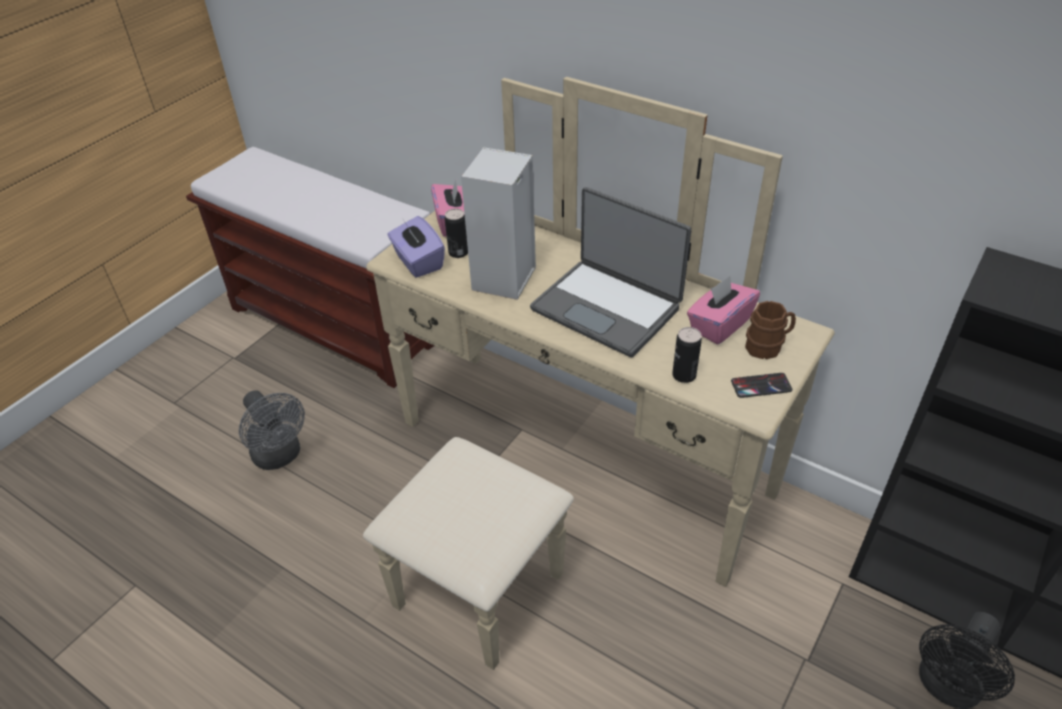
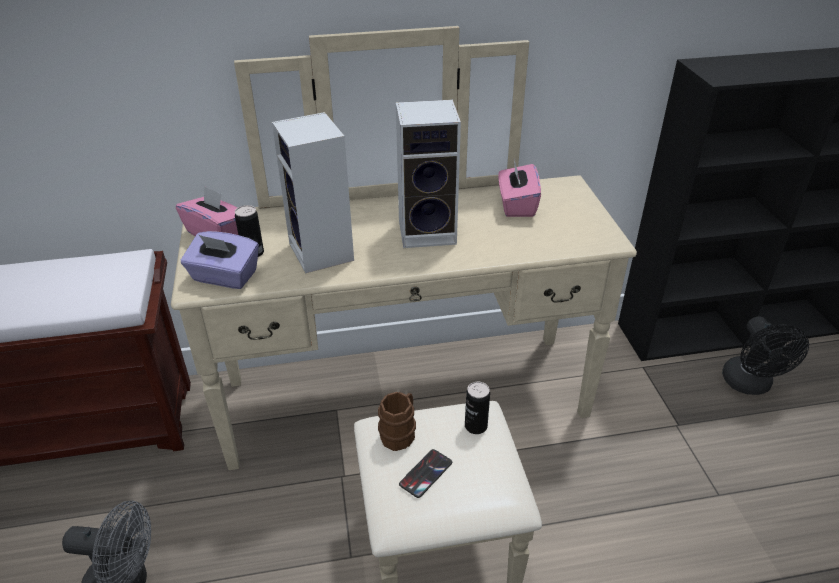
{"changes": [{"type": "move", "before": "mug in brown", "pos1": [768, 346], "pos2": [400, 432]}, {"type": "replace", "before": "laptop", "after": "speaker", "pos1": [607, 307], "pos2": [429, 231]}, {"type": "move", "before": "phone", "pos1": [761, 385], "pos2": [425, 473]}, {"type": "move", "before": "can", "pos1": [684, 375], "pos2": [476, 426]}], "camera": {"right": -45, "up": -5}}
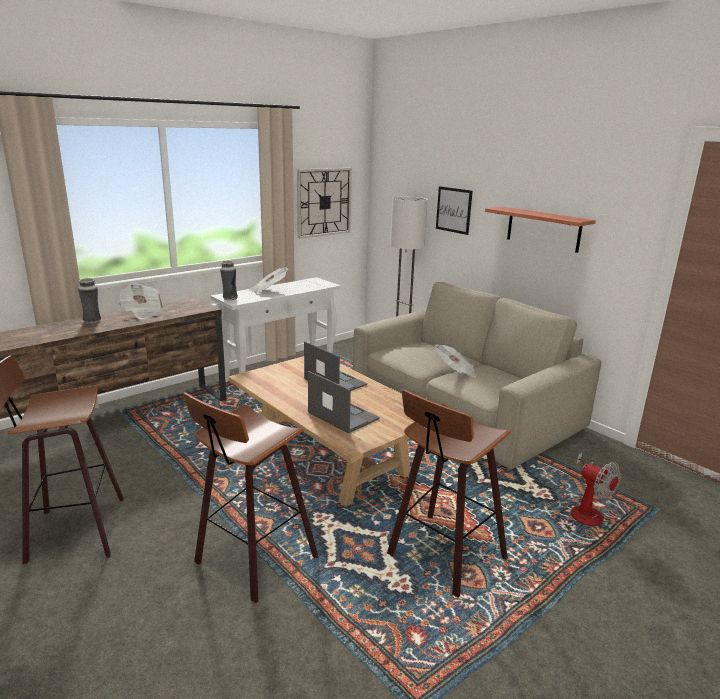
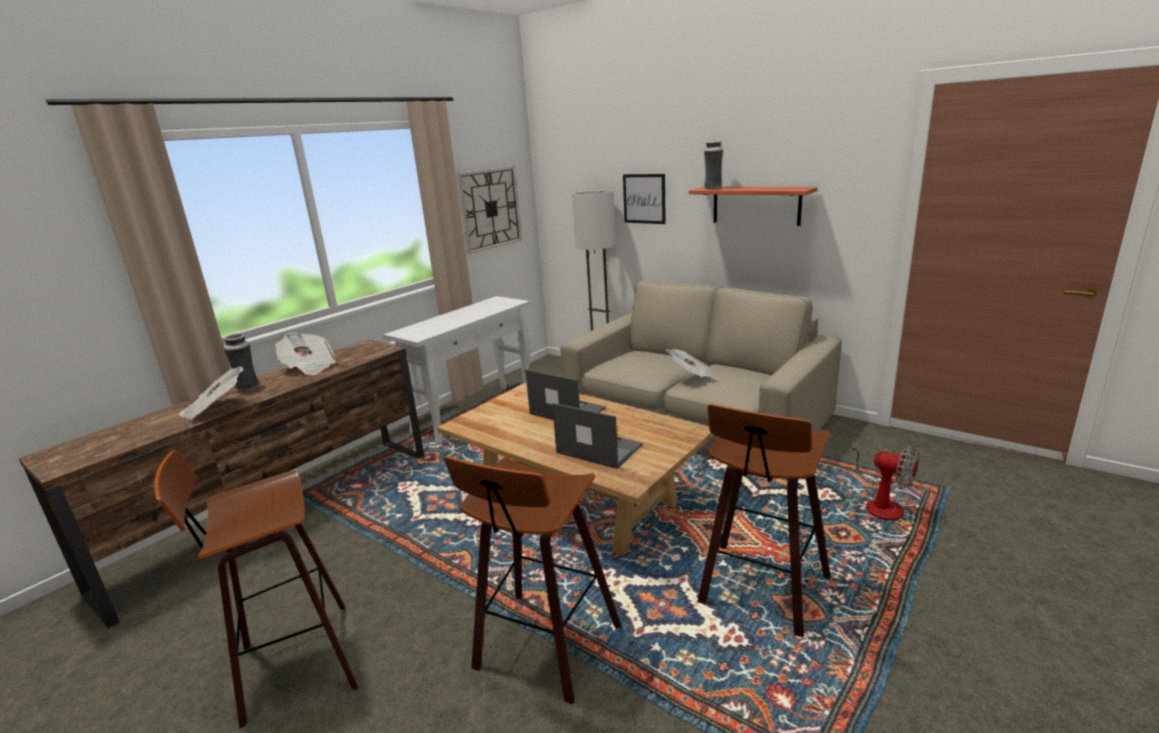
{"changes": [{"type": "move", "before": "newspaper", "pos1": [268, 290], "pos2": [215, 409]}, {"type": "move", "before": "vase", "pos1": [229, 298], "pos2": [713, 188]}], "camera": {"right": -10, "up": 0}}
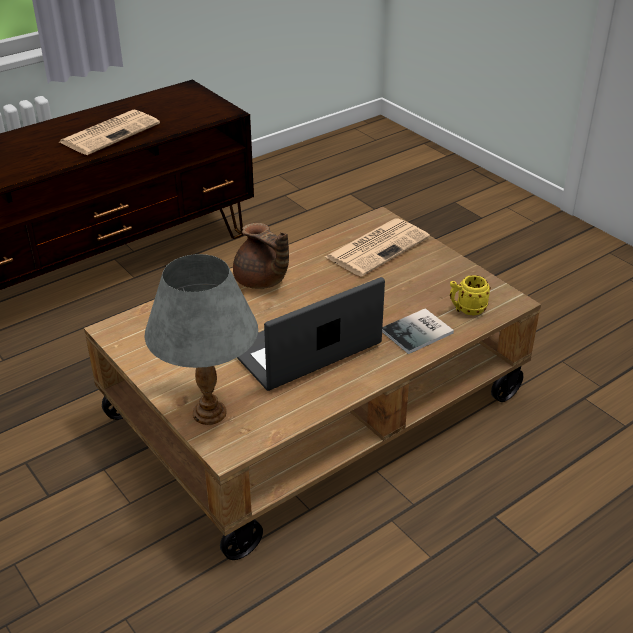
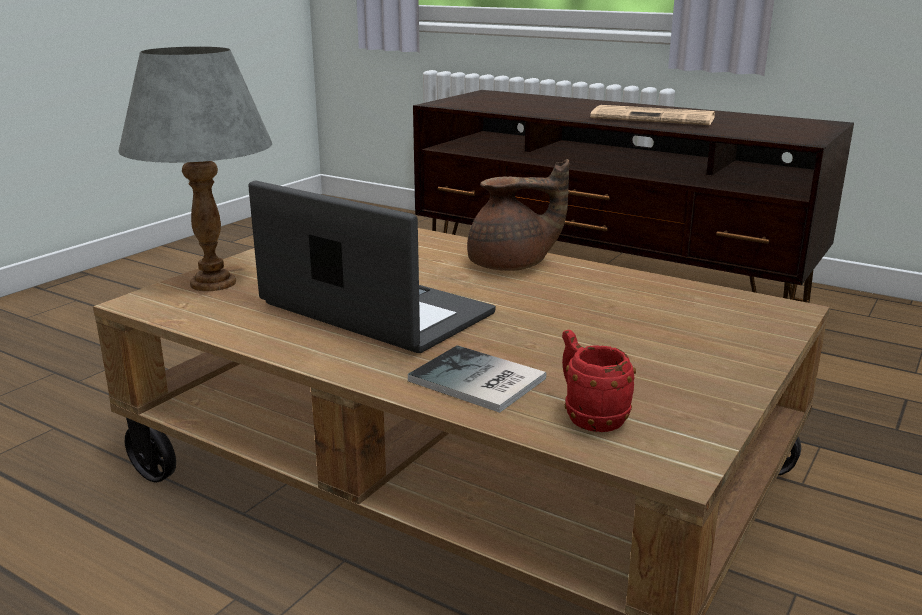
{"changes": [{"type": "rotate", "before": "teapot in brown", "pos1": [261, 281], "pos2": [511, 265], "turn": -120}, {"type": "recolor", "before": "mug in yellow", "after": "mug in red", "pos1": [466, 310], "pos2": [589, 416]}, {"type": "delete", "before": "newspaper", "pos1": [378, 247]}], "camera": {"right": 70, "up": -15}}
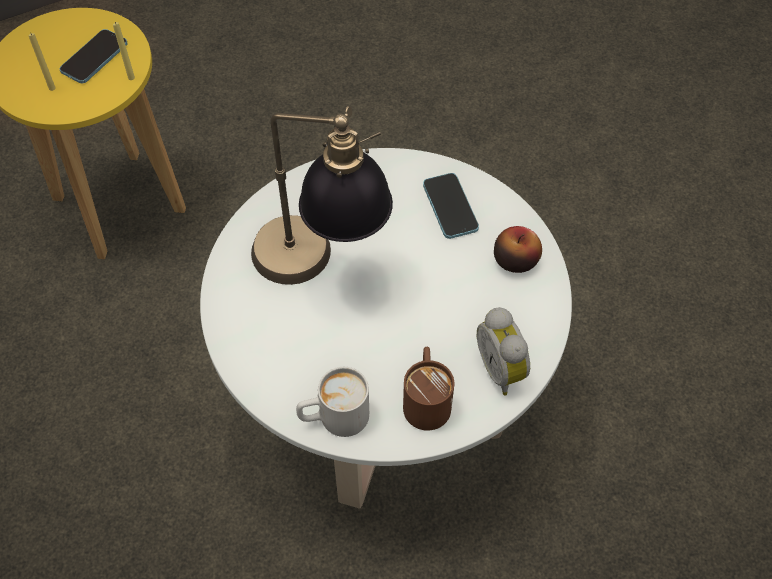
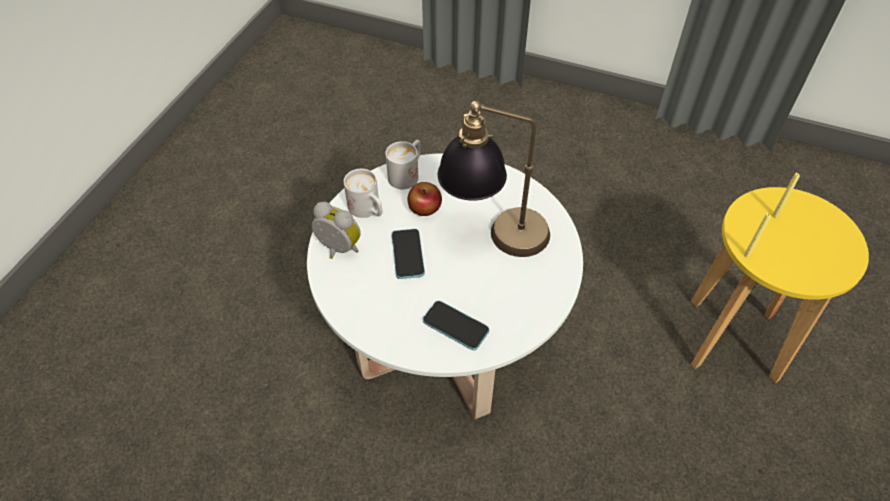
{"changes": [{"type": "recolor", "before": "mug in brown", "after": "mug in white", "pos1": [426, 398], "pos2": [368, 210]}, {"type": "move", "before": "phone", "pos1": [94, 58], "pos2": [407, 254]}, {"type": "move", "before": "apple", "pos1": [515, 260], "pos2": [425, 208]}], "camera": {"right": 140, "up": -5}}
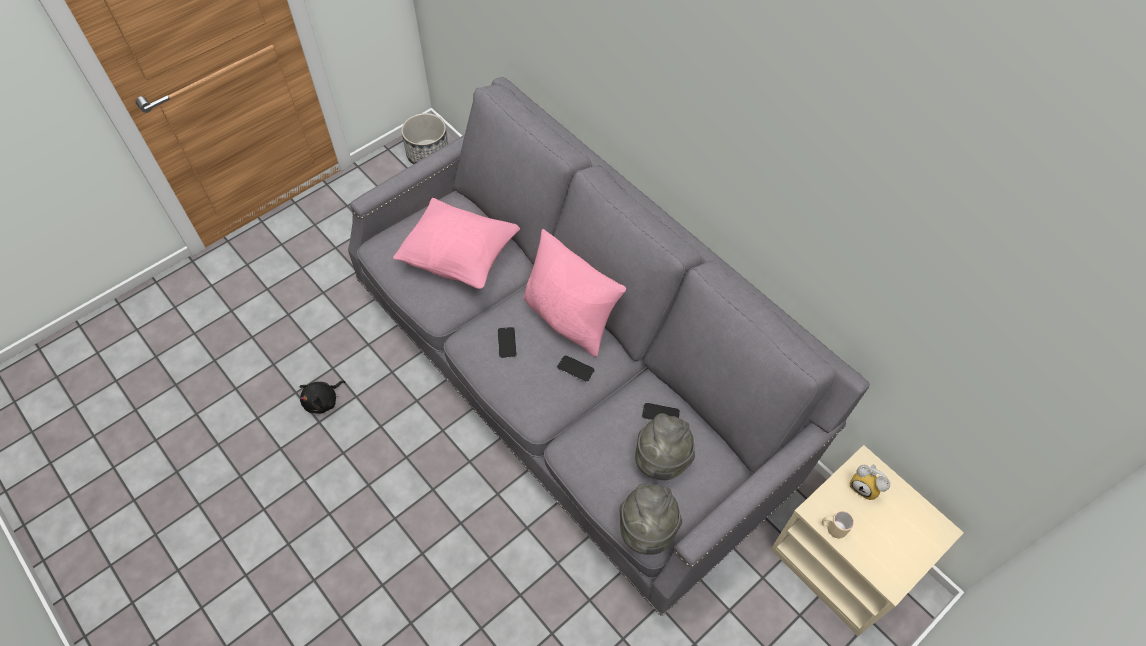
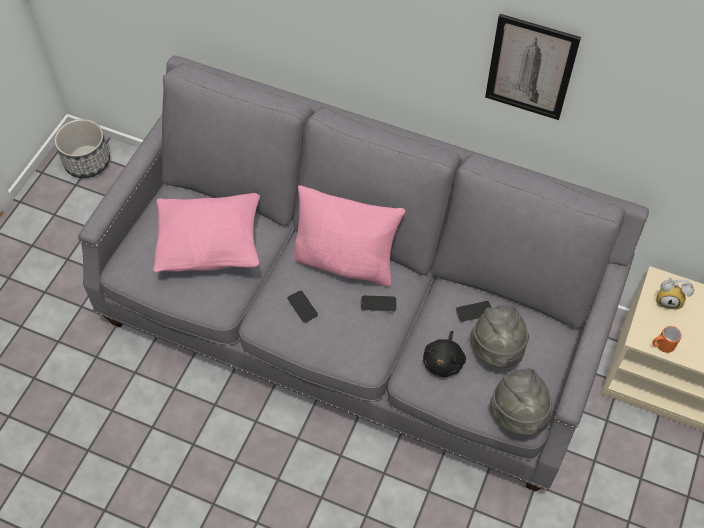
{"changes": [{"type": "move", "before": "plush toy in black", "pos1": [323, 401], "pos2": [444, 361]}, {"type": "insert", "after": "picture", "pos2": [530, 67]}, {"type": "recolor", "before": "mug in beige", "after": "mug in orange", "pos1": [832, 528], "pos2": [662, 346]}], "camera": {"right": -25, "up": 0}}
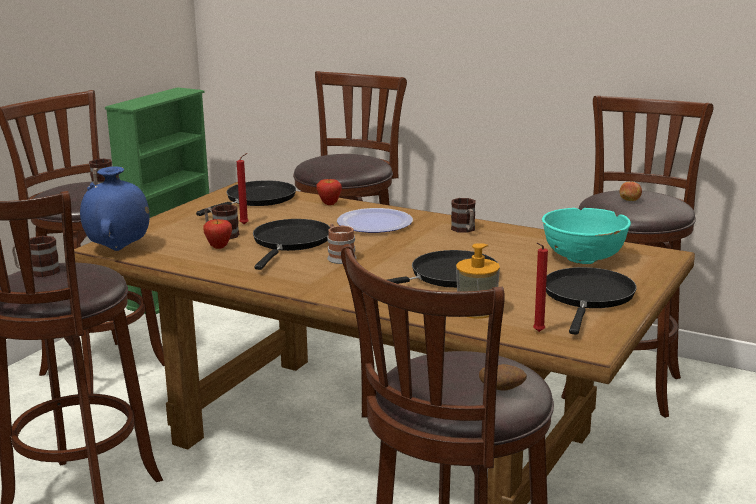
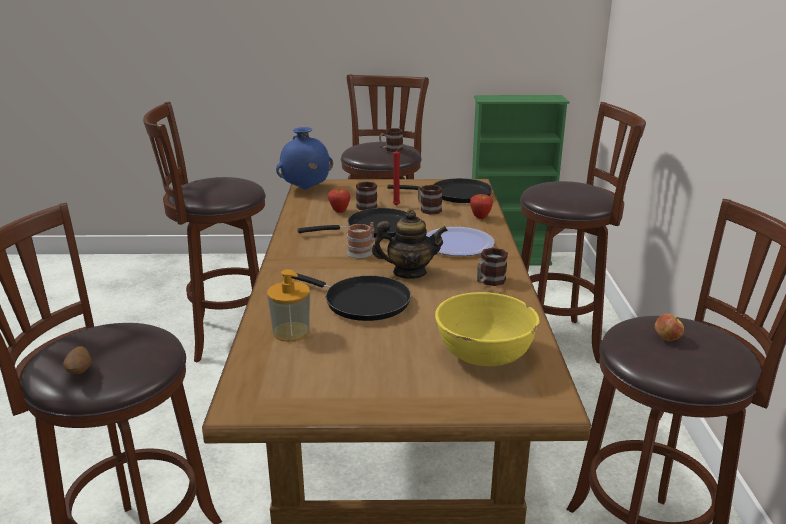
{"changes": [{"type": "insert", "after": "teapot", "pos2": [409, 273]}, {"type": "move", "before": "mug", "pos1": [37, 272], "pos2": [428, 209]}, {"type": "recolor", "before": "bowl in turquoise", "after": "bowl in yellow", "pos1": [583, 257], "pos2": [484, 355]}, {"type": "delete", "before": "candle in red", "pos1": [537, 332]}, {"type": "delete", "before": "frying pan in black", "pos1": [588, 297]}], "camera": {"right": 60, "up": 5}}
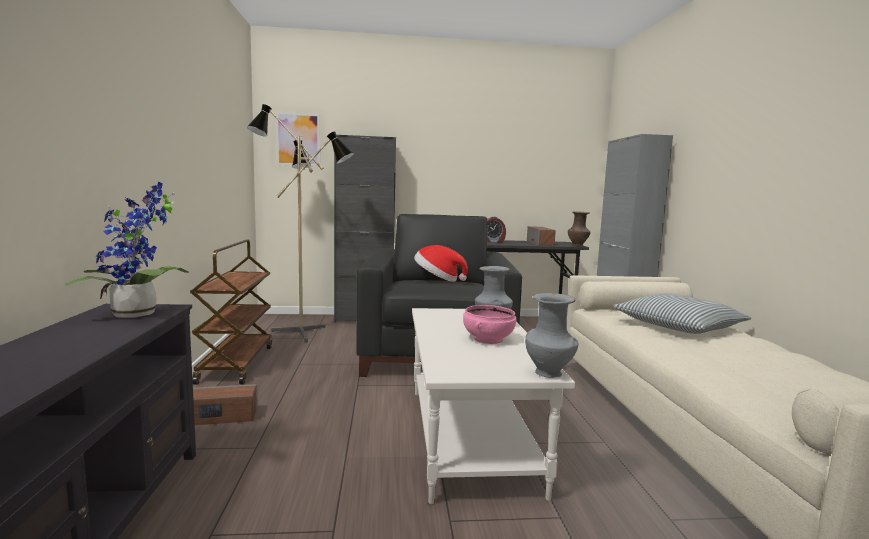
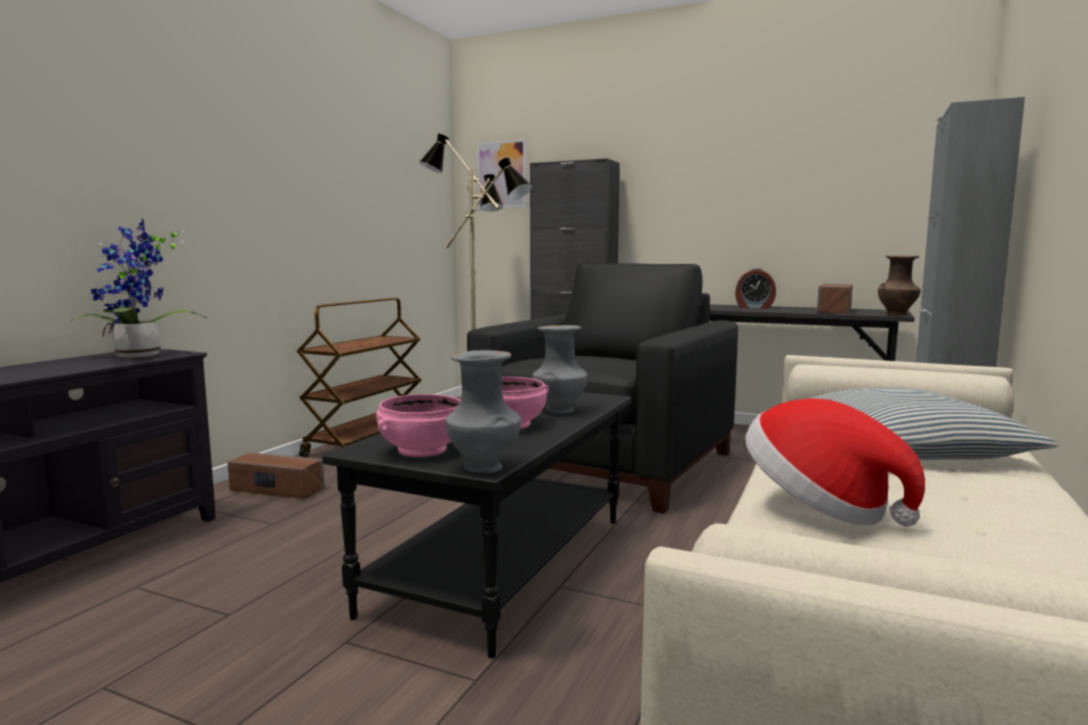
{"changes": [{"type": "recolor", "before": "coffee table in white", "after": "coffee table in black", "pos1": [471, 437], "pos2": [504, 564]}, {"type": "insert", "after": "bowl in pink", "pos2": [421, 450]}, {"type": "move", "before": "hat", "pos1": [438, 279], "pos2": [820, 507]}], "camera": {"right": 30, "up": 0}}
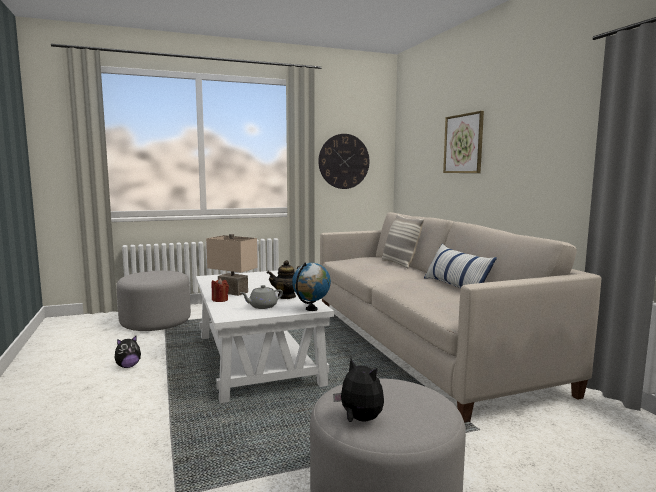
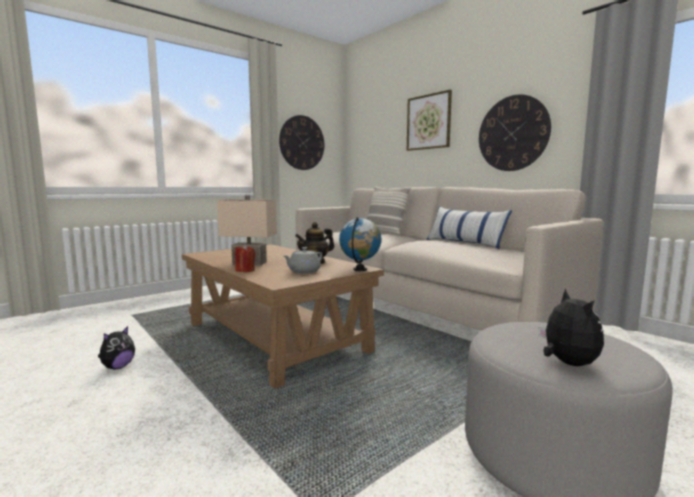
{"changes": [{"type": "recolor", "before": "coffee table in white", "after": "coffee table in brown", "pos1": [257, 359], "pos2": [275, 337]}, {"type": "insert", "after": "wall clock", "pos2": [513, 133]}, {"type": "rotate", "before": "plush toy", "pos1": [359, 420], "pos2": [567, 363], "turn": 60}, {"type": "delete", "before": "ottoman in grey", "pos1": [156, 322]}], "camera": {"right": -20, "up": 0}}
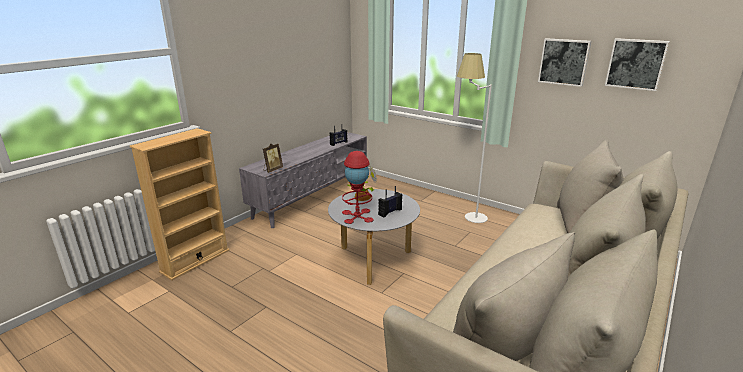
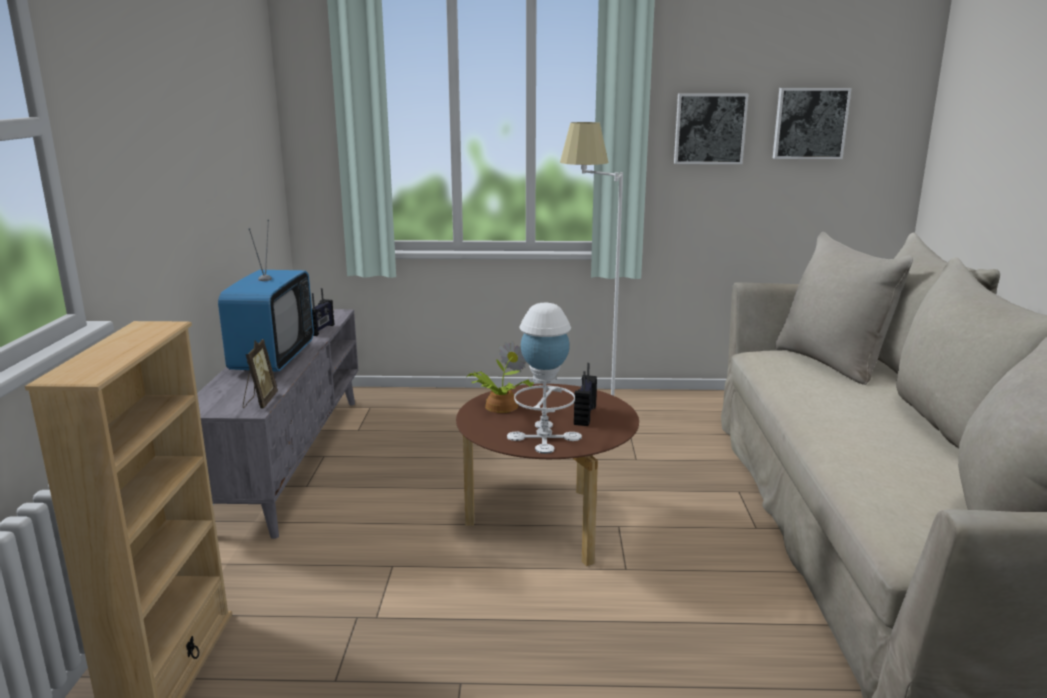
{"changes": [{"type": "insert", "after": "television", "pos2": [272, 359]}, {"type": "recolor", "before": "coffee table in grey", "after": "coffee table in brown", "pos1": [373, 260], "pos2": [546, 524]}, {"type": "recolor", "before": "table lamp in red", "after": "table lamp in white", "pos1": [357, 216], "pos2": [544, 437]}], "camera": {"right": -35, "up": -5}}
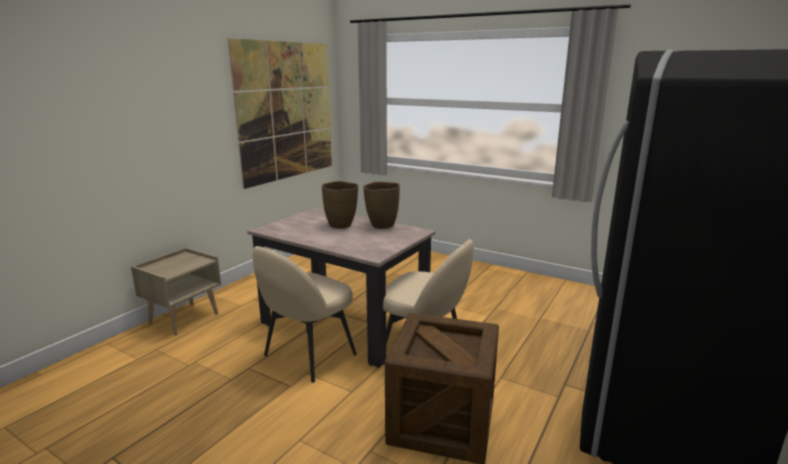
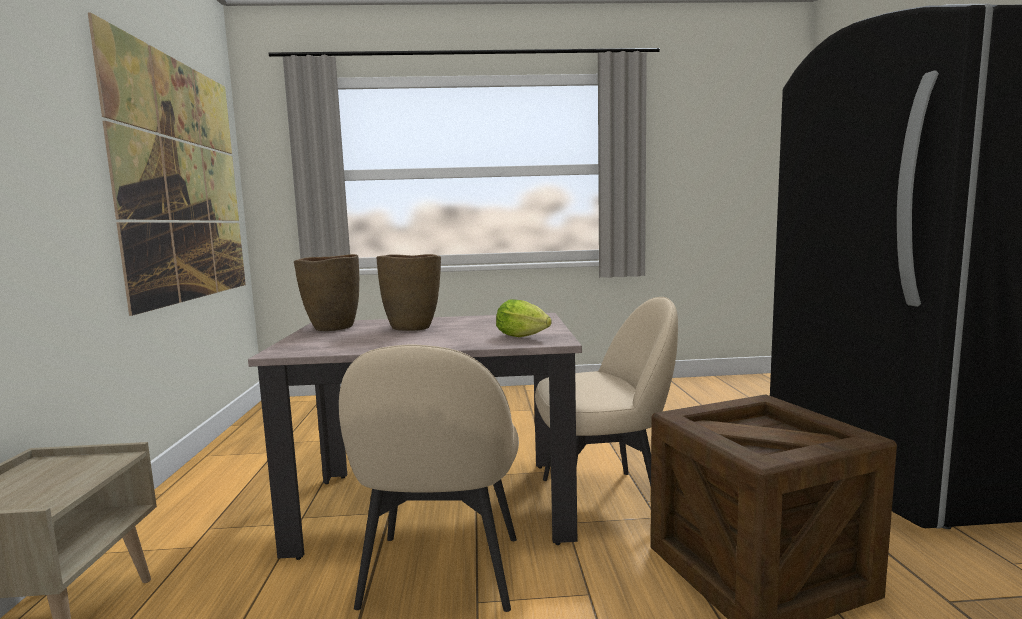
{"changes": [{"type": "move", "before": "vase in brown", "pos1": [382, 225], "pos2": [332, 328]}, {"type": "insert", "after": "lettuce", "pos2": [525, 337]}], "camera": {"right": -35, "up": -10}}
